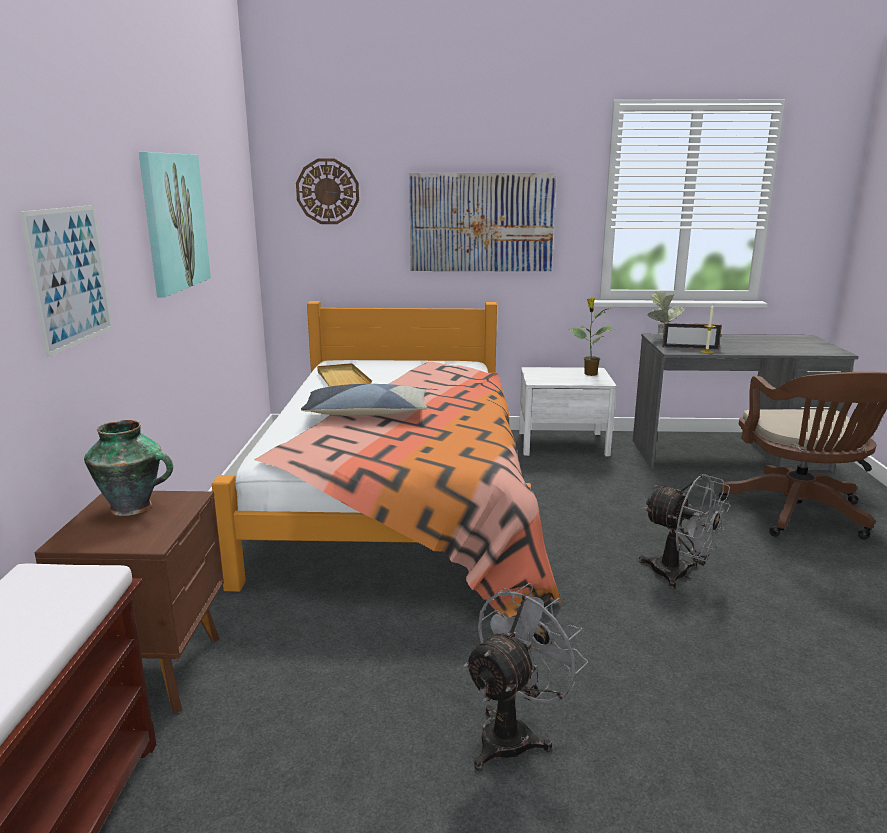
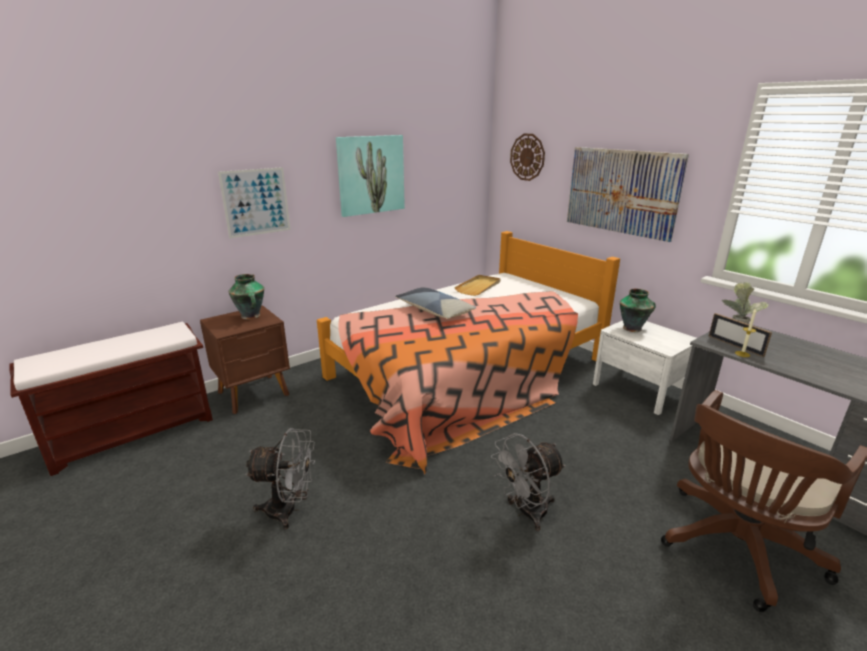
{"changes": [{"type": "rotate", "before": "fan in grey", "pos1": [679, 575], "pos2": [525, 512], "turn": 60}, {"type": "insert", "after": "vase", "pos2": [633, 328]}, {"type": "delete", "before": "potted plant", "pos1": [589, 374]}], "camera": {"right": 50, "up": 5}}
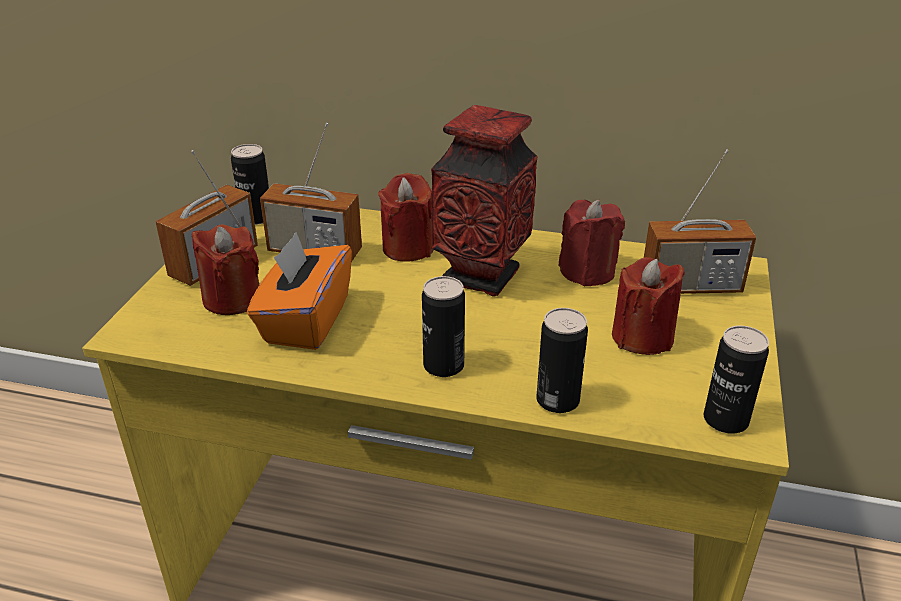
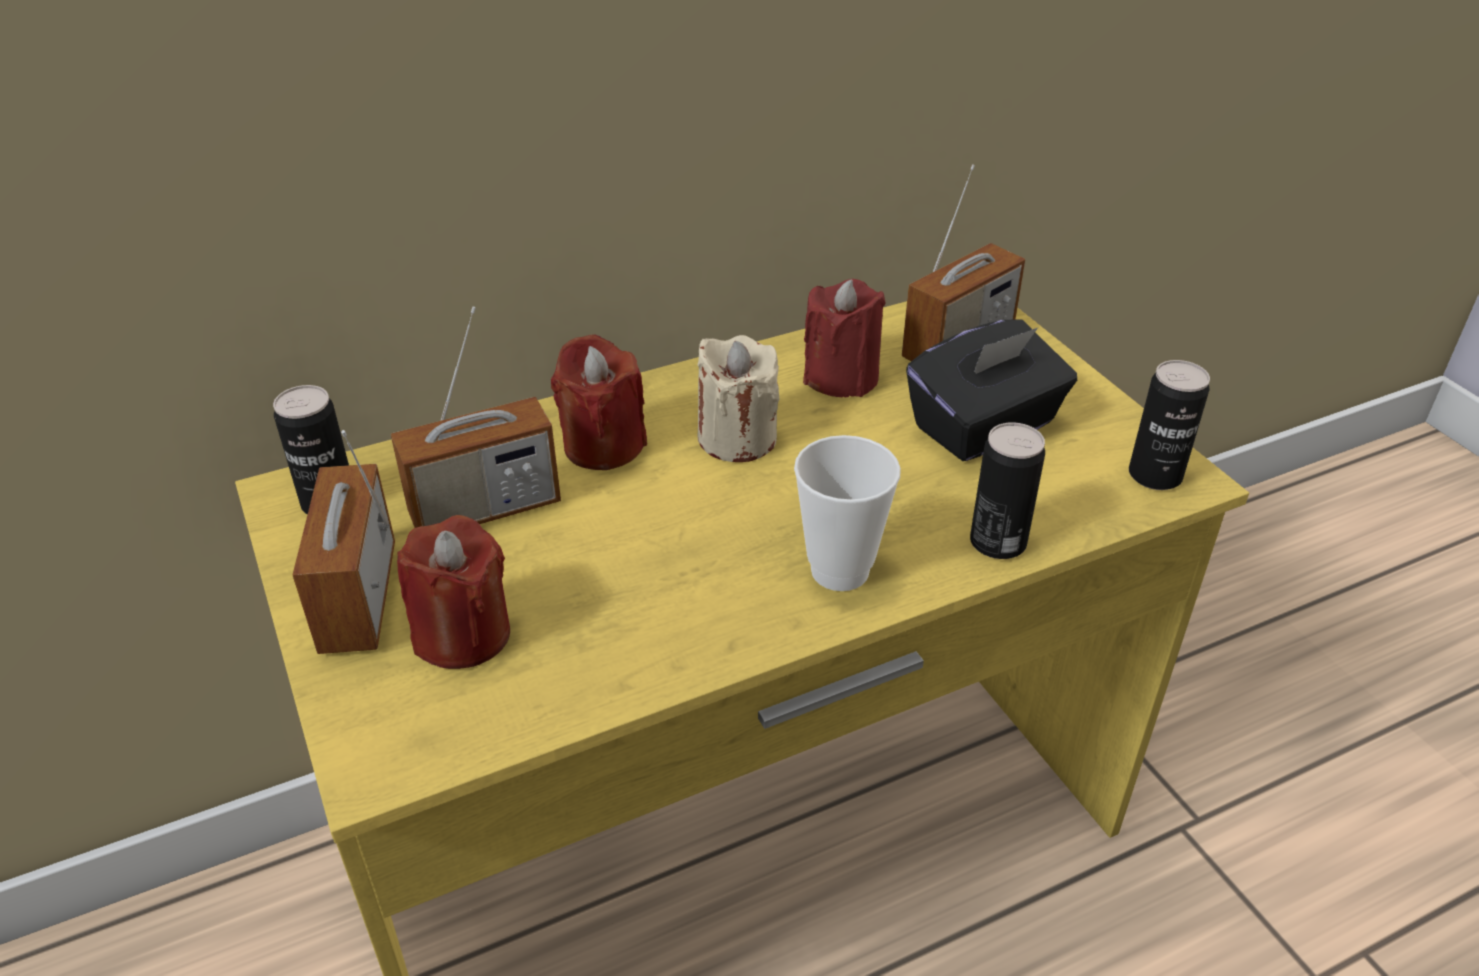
{"changes": [{"type": "replace", "before": "vase", "after": "candle in beige", "pos1": [482, 275], "pos2": [737, 438]}, {"type": "replace", "before": "can", "after": "cup", "pos1": [443, 365], "pos2": [840, 571]}, {"type": "replace", "before": "candle in red", "after": "tissue box in black", "pos1": [642, 337], "pos2": [985, 427]}, {"type": "delete", "before": "tissue box in orange", "pos1": [305, 321]}], "camera": {"right": -40, "up": 5}}
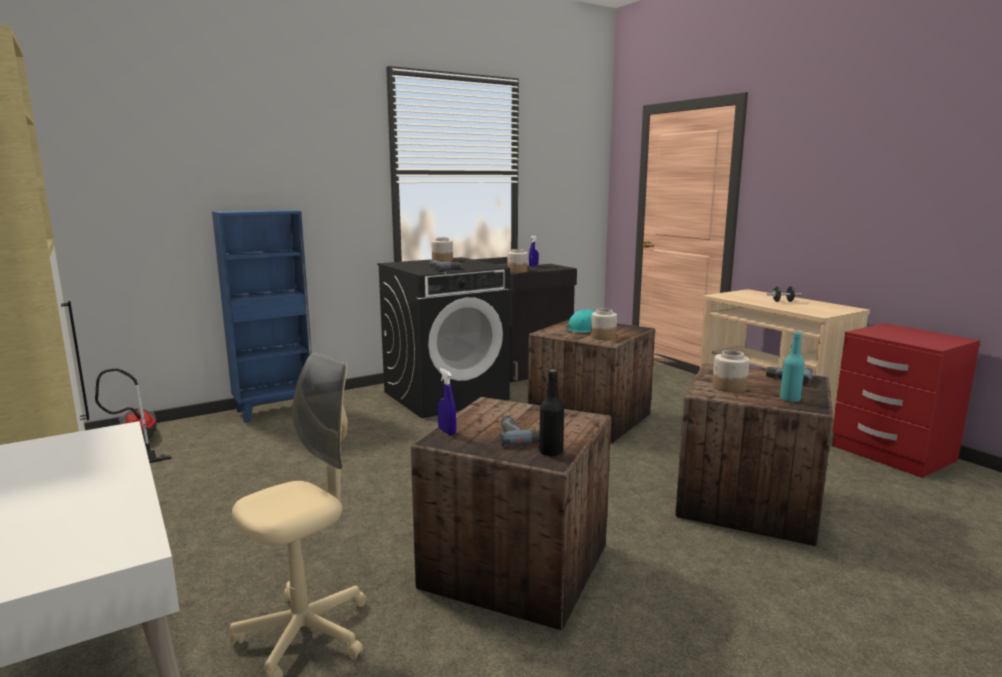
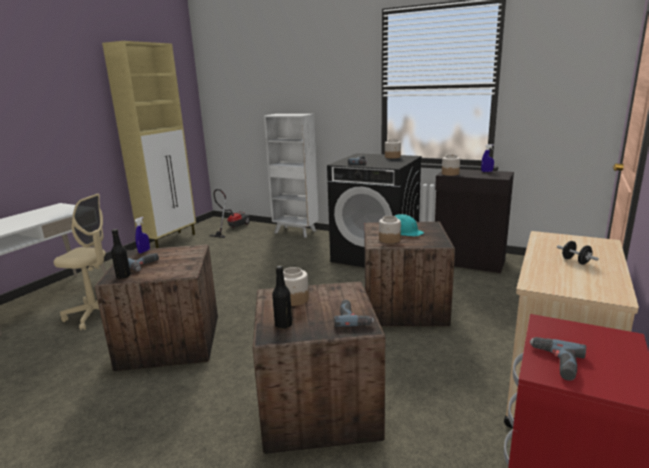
{"changes": [{"type": "recolor", "before": "bookcase in blue", "after": "bookcase in white", "pos1": [275, 410], "pos2": [296, 232]}, {"type": "recolor", "before": "bottle in turquoise", "after": "bottle in black", "pos1": [790, 399], "pos2": [283, 325]}, {"type": "insert", "after": "power drill", "pos2": [555, 363]}], "camera": {"right": 60, "up": 5}}
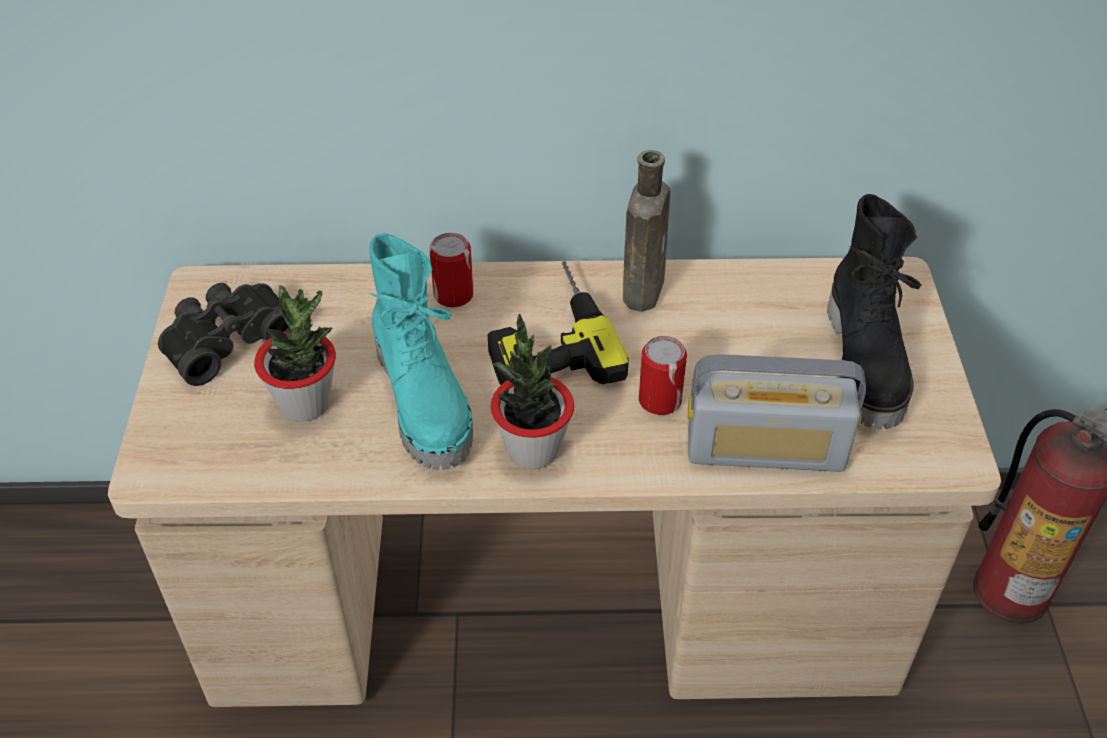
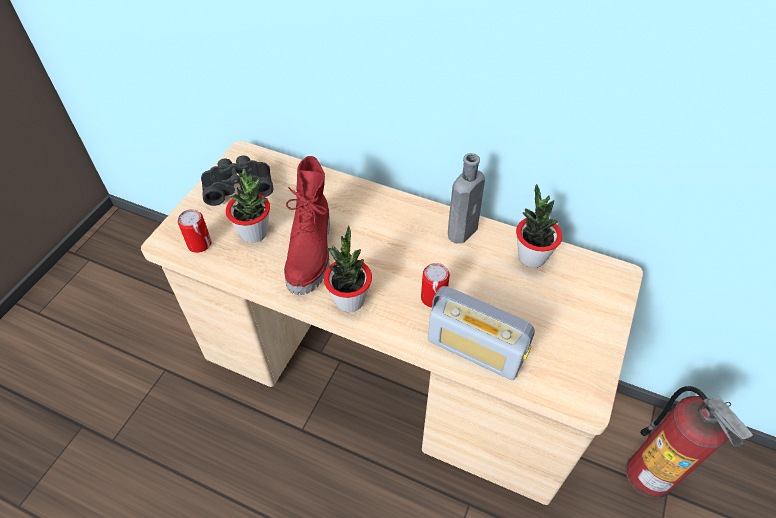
{"changes": [{"type": "move", "before": "can", "pos1": [453, 295], "pos2": [199, 244]}, {"type": "recolor", "before": "boot in turquoise", "after": "boot in red", "pos1": [426, 402], "pos2": [312, 253]}, {"type": "recolor", "before": "bottle in brown", "after": "bottle in grey", "pos1": [643, 288], "pos2": [463, 230]}, {"type": "insert", "after": "potted plant", "pos2": [531, 257]}, {"type": "delete", "before": "power drill", "pos1": [546, 337]}, {"type": "delete", "before": "boot in black", "pos1": [866, 363]}], "camera": {"right": 25, "up": 5}}
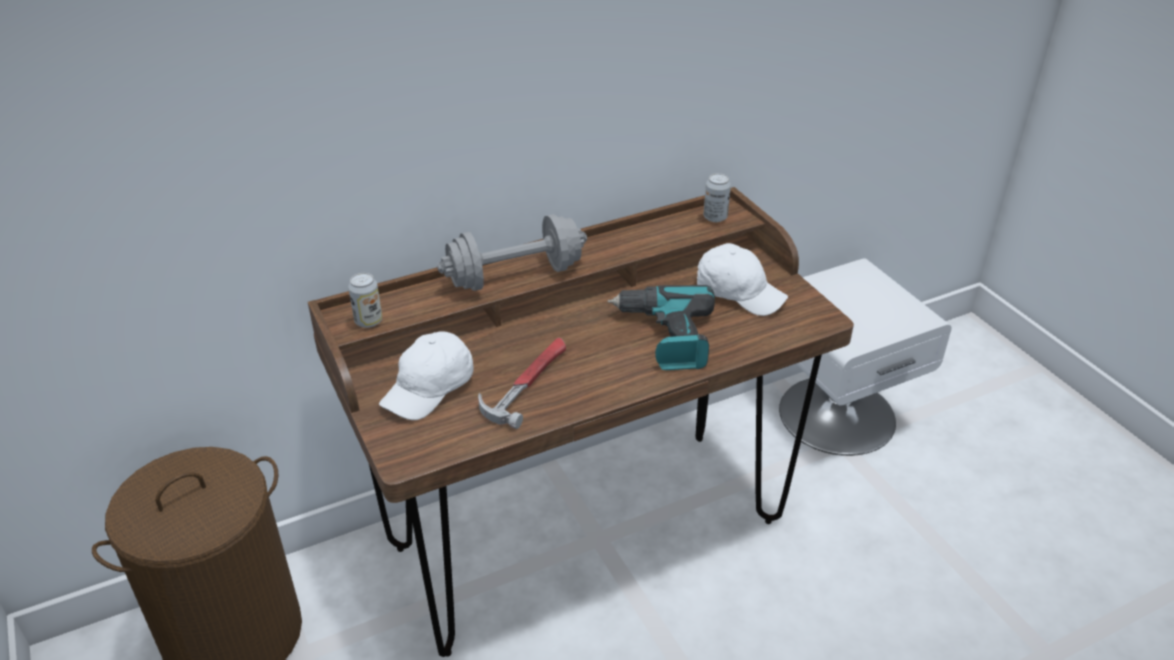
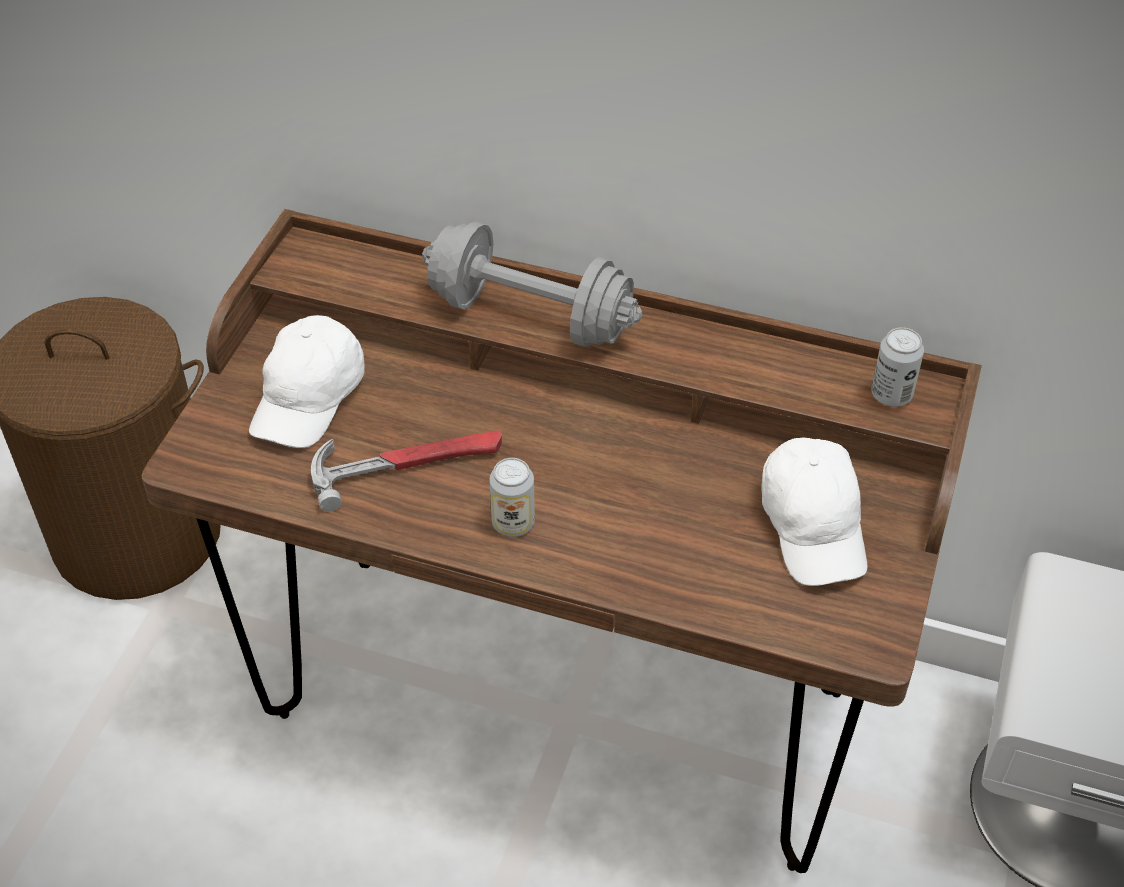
{"changes": [{"type": "rotate", "before": "cap in white", "pos1": [430, 388], "pos2": [310, 398], "turn": -60}, {"type": "move", "before": "can", "pos1": [368, 321], "pos2": [513, 523]}, {"type": "delete", "before": "power drill", "pos1": [665, 337]}], "camera": {"right": 45, "up": 10}}
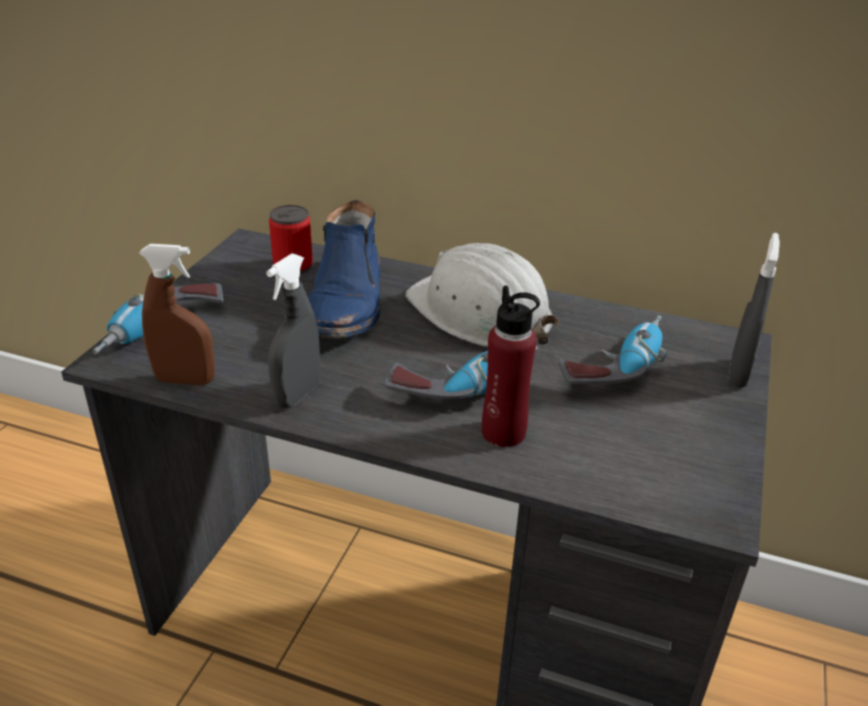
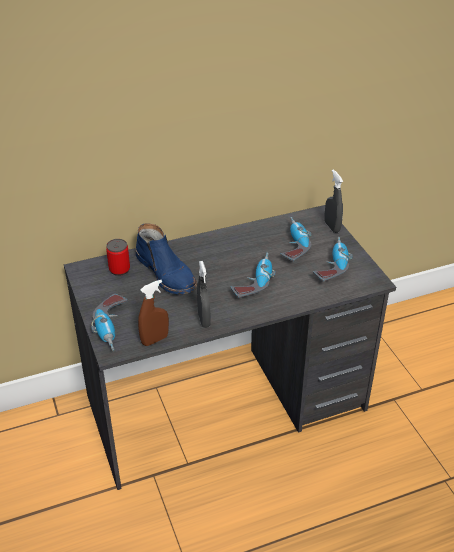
{"changes": [{"type": "insert", "after": "power drill", "pos2": [331, 265]}, {"type": "delete", "before": "hard hat in white", "pos1": [480, 313]}, {"type": "delete", "before": "bottle in red", "pos1": [503, 432]}], "camera": {"right": -40, "up": 5}}
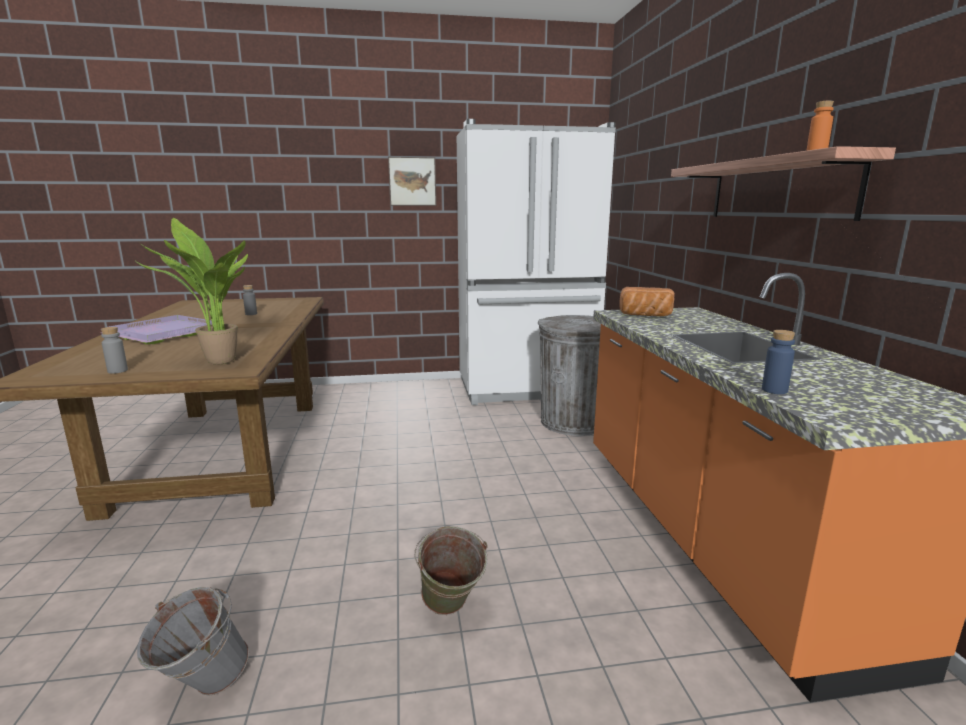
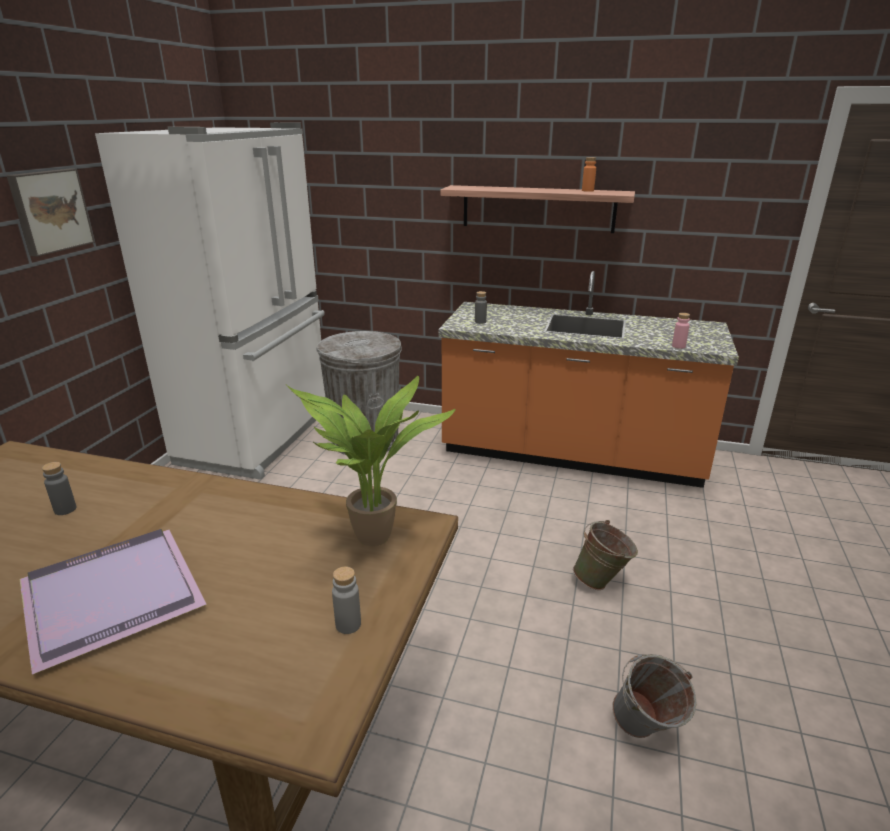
{"changes": [{"type": "replace", "before": "bread", "after": "bottle in grey", "pos1": [645, 316], "pos2": [480, 322]}, {"type": "recolor", "before": "bottle in blue", "after": "bottle in pink", "pos1": [774, 390], "pos2": [678, 346]}], "camera": {"right": -65, "up": 10}}
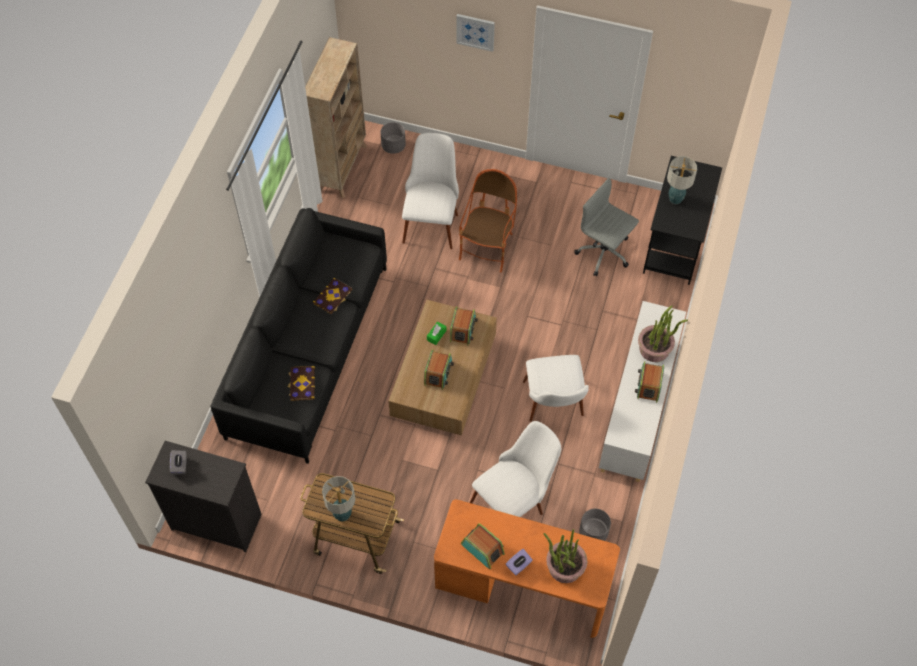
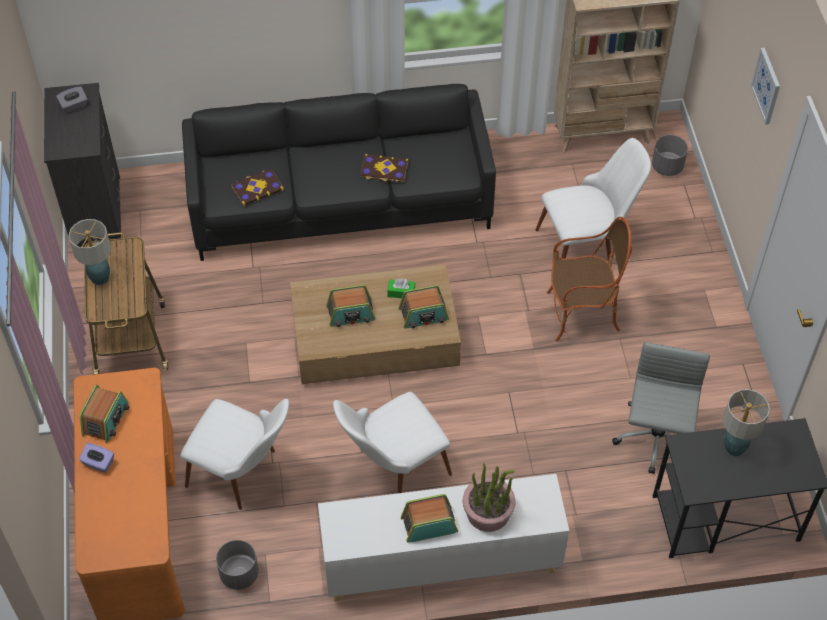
{"changes": [{"type": "delete", "before": "potted plant", "pos1": [564, 567]}], "camera": {"right": 65, "up": -5}}
